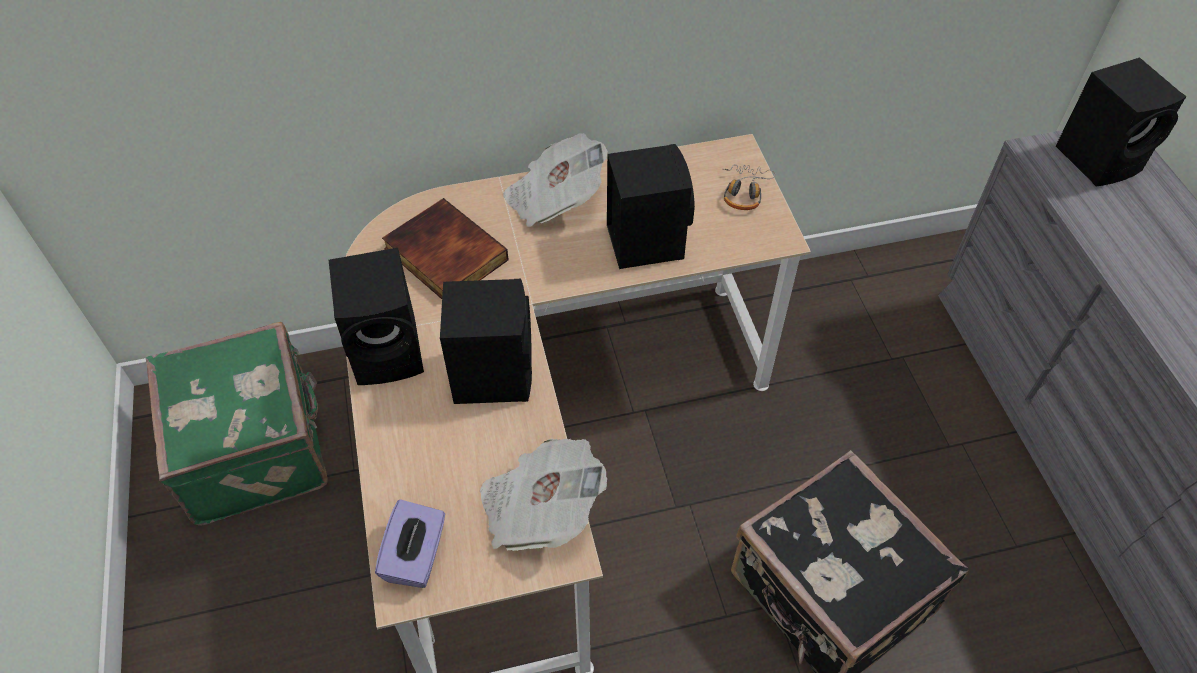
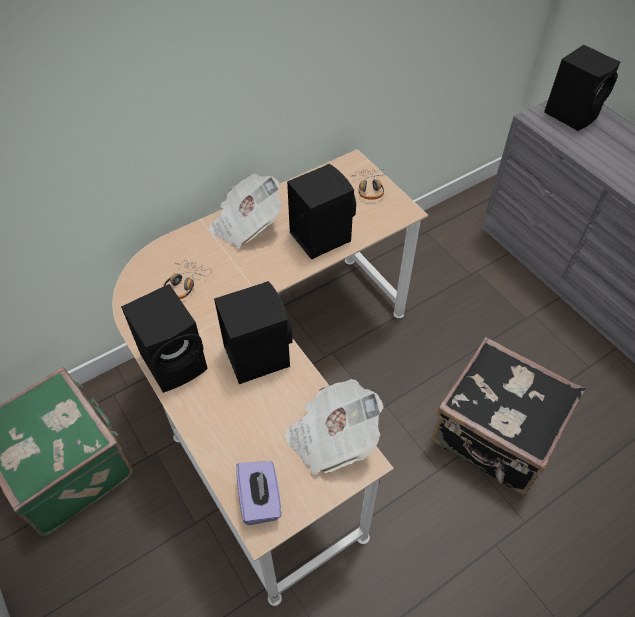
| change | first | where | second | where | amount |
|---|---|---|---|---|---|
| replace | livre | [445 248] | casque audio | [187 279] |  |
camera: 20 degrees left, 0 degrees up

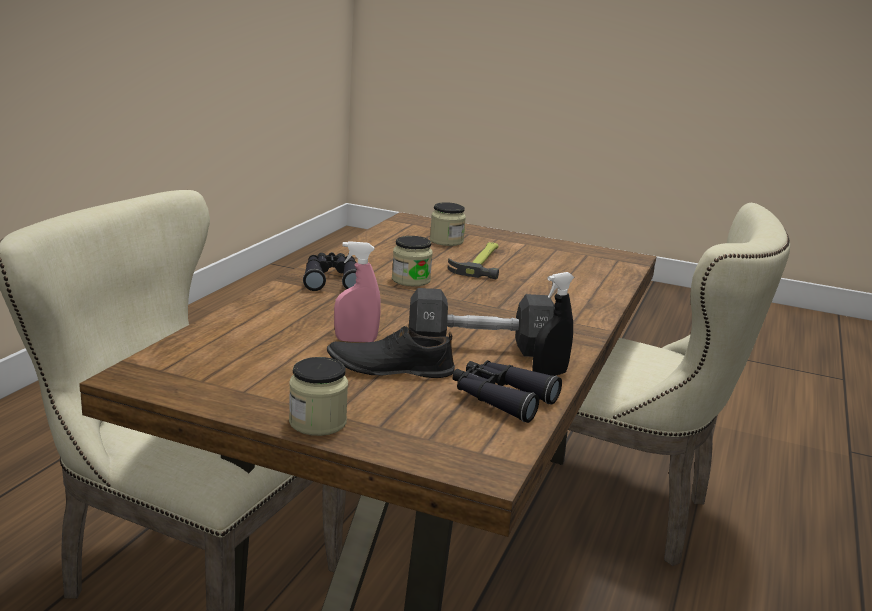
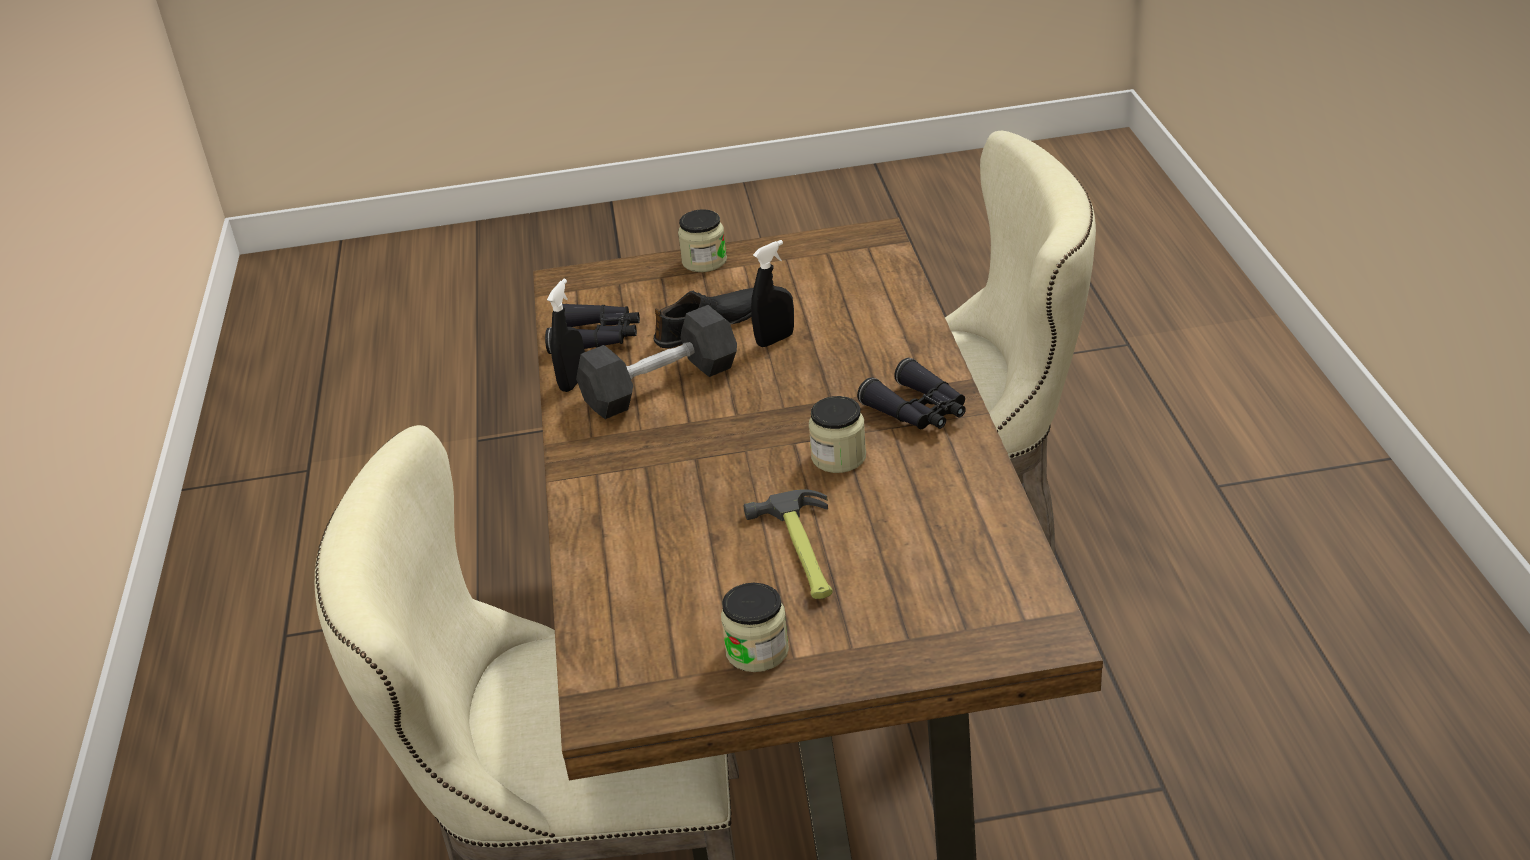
| change | first | where | second | where | amount |
|---|---|---|---|---|---|
| move | bocal | [448 224] |  | [755 627] |  |
| recolor | vaporisateur/rose | [357 291] | vaporisateur/noir | [772 293] |  |
camera: 155 degrees right, 15 degrees up

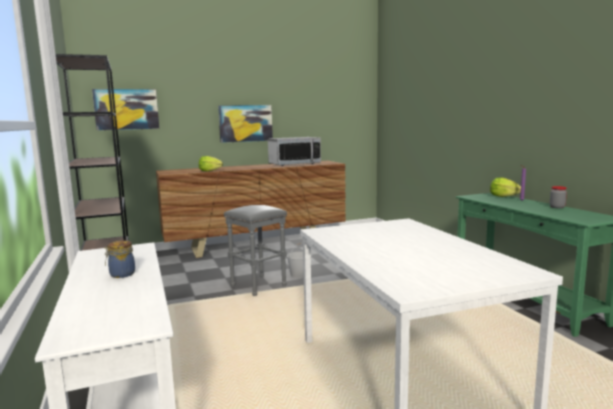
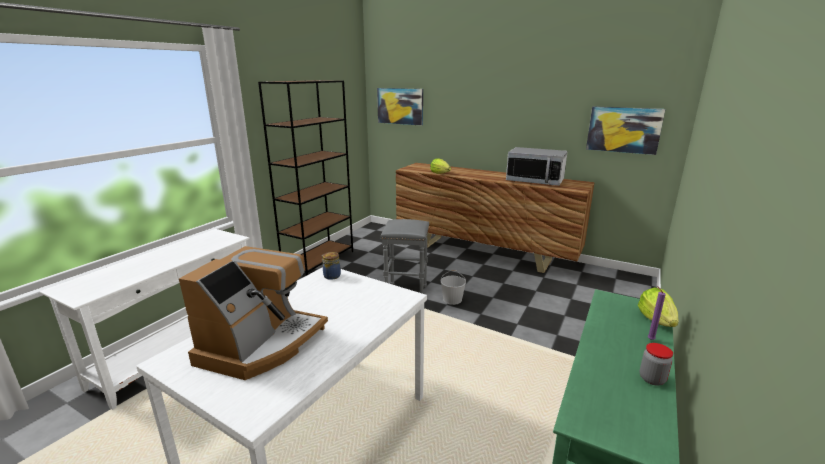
| change | first | where | second | where | amount |
|---|---|---|---|---|---|
| insert |  |  | machine à café | [253 313] |  |
| move | bocal | [119 259] |  | [331 266] |  |
| move | tableau | [245 124] |  | [626 130] |  |
camera: 50 degrees right, 10 degrees up

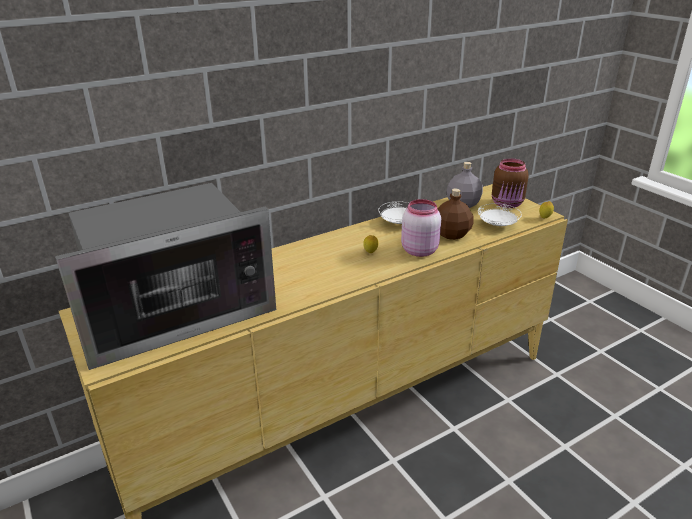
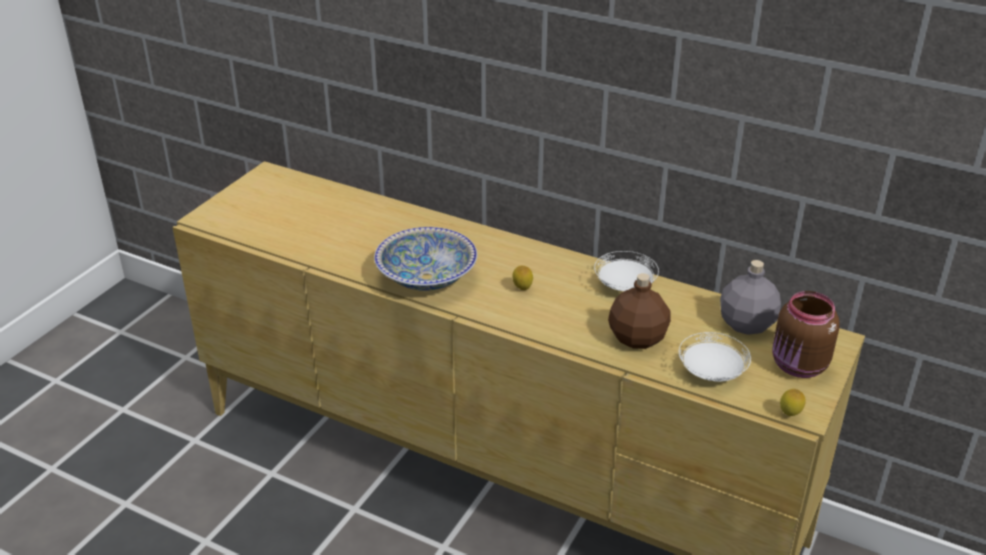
| change | first | where | second | where | amount |
|---|---|---|---|---|---|
| delete | micro-ondes | [165 276] |  |  |  |
| delete | bocal/rose | [421 228] |  |  |  |
| insert |  |  | bol | [425 259] |  |
camera: 60 degrees right, 5 degrees up

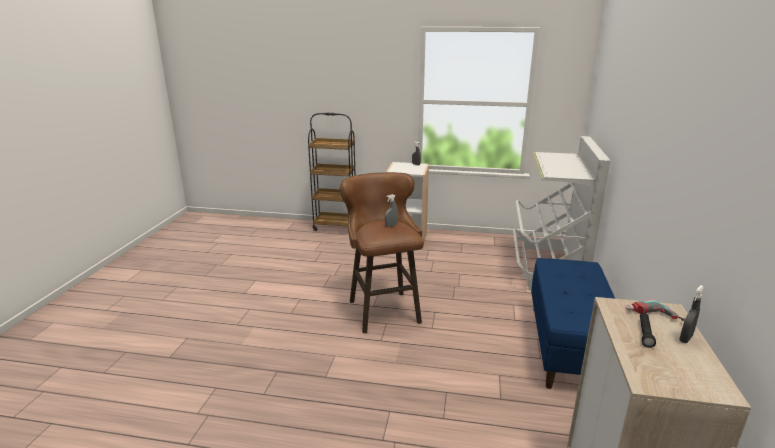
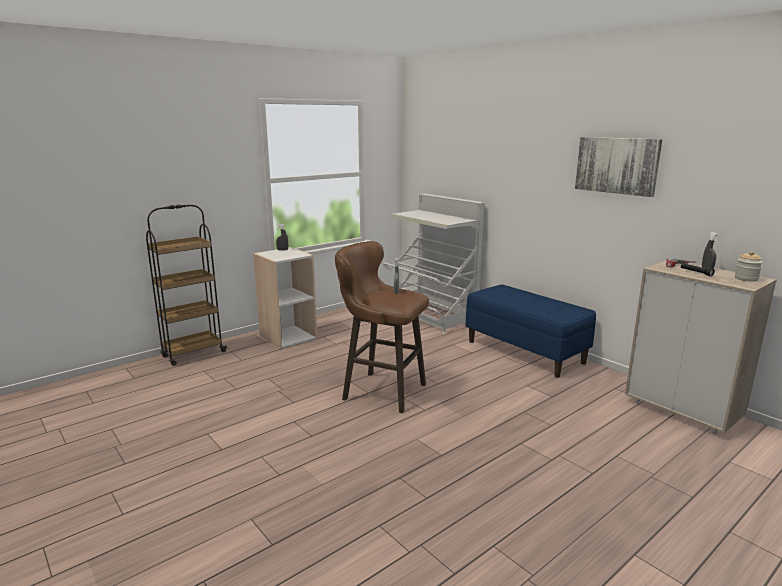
| change | first | where | second | where | amount |
|---|---|---|---|---|---|
| insert |  |  | tableau | [618 167] |  |
| insert |  |  | bocal | [749 266] |  |
camera: 50 degrees left, 5 degrees down

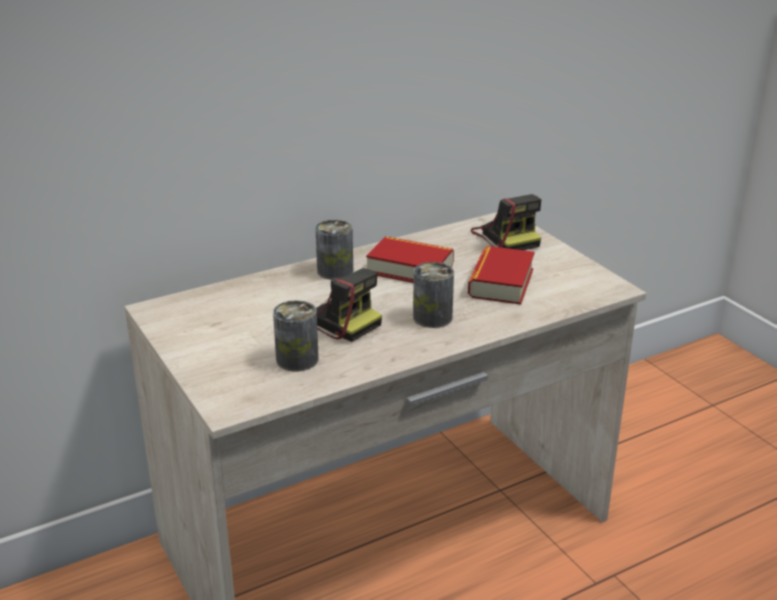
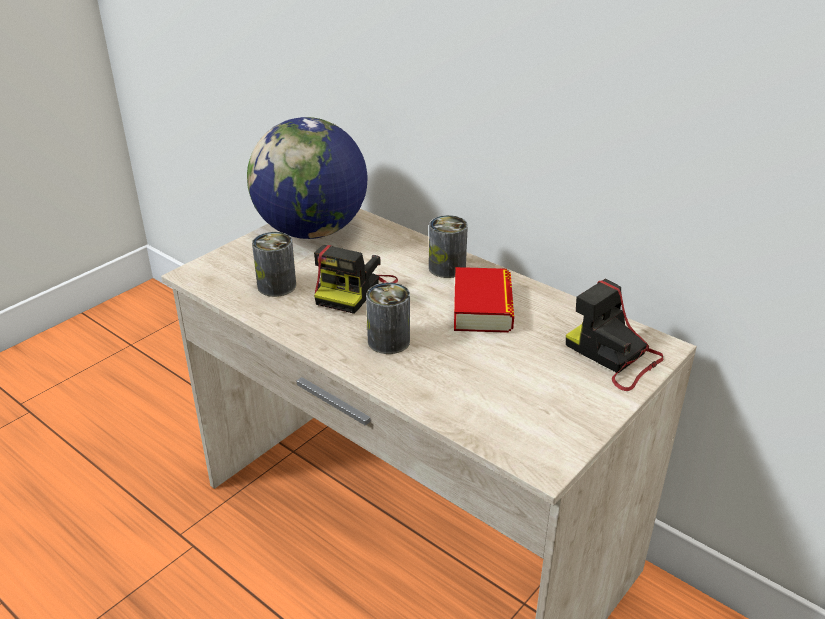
| change | first | where | second | where | amount |
|---|---|---|---|---|---|
| delete | livre | [501 275] |  |  |  |
| insert |  |  | globe | [307 178] |  |
| rotate | appareil photo | [506 222] |  | [615 334] | 90 degrees clockwise |
camera: 70 degrees right, 5 degrees up

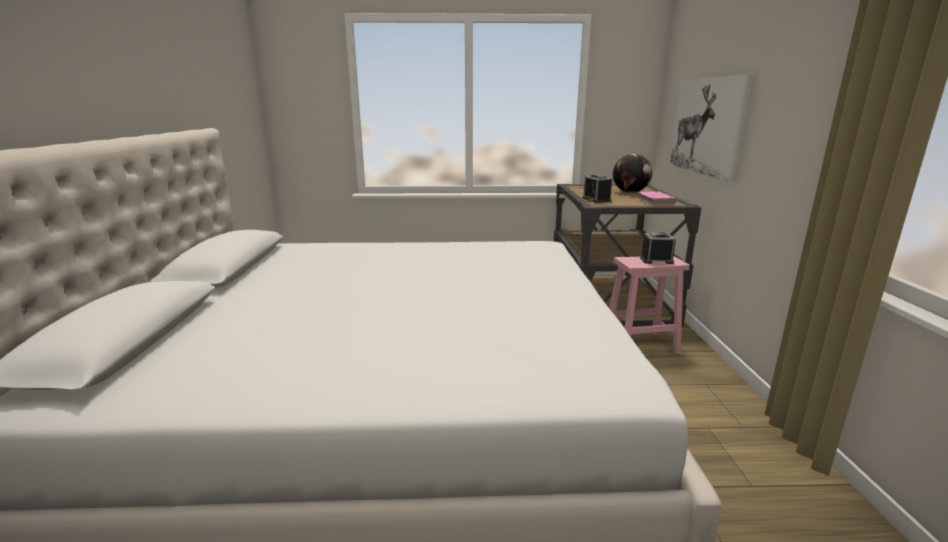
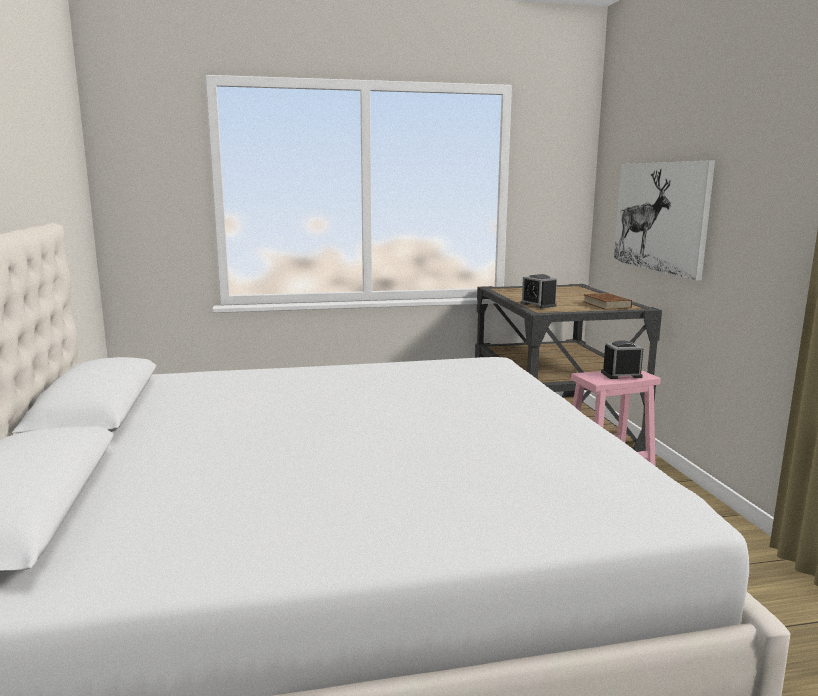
| change | first | where | second | where | amount |
|---|---|---|---|---|---|
| delete | globe | [632 173] |  |  |  |
| recolor | livre/rose | [656 198] | livre/marron | [607 301] |  |
camera: 10 degrees left, 5 degrees down

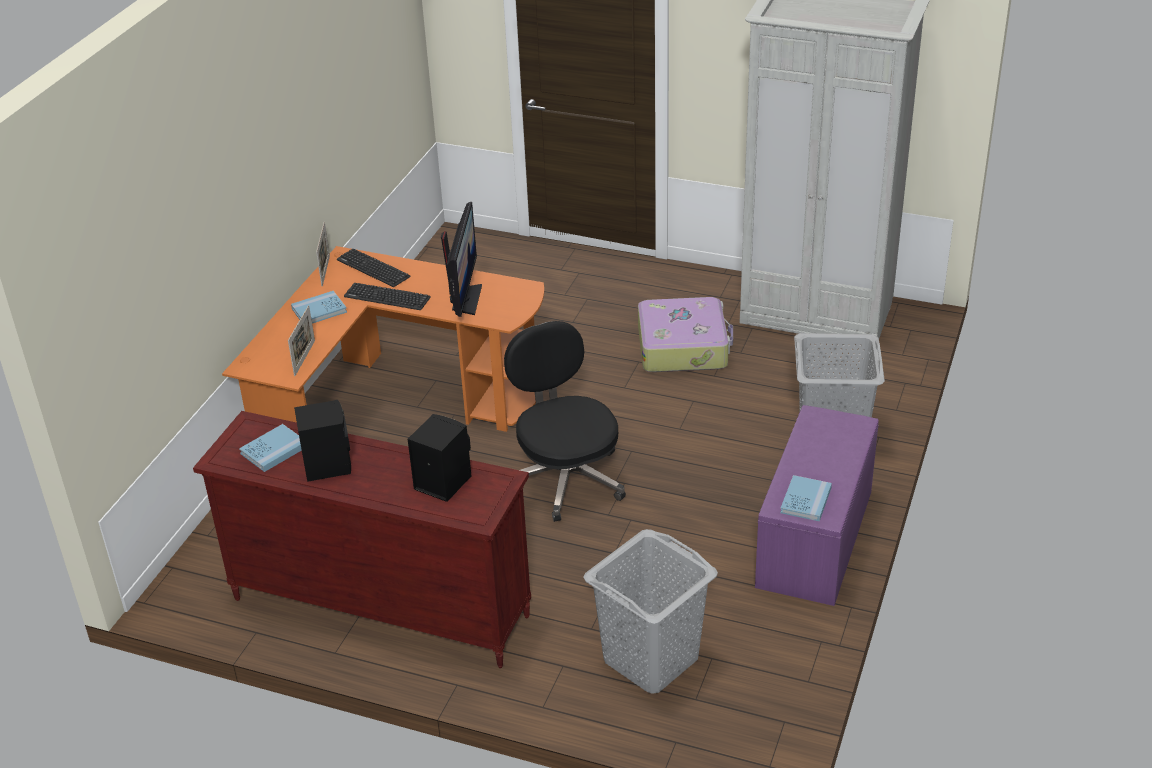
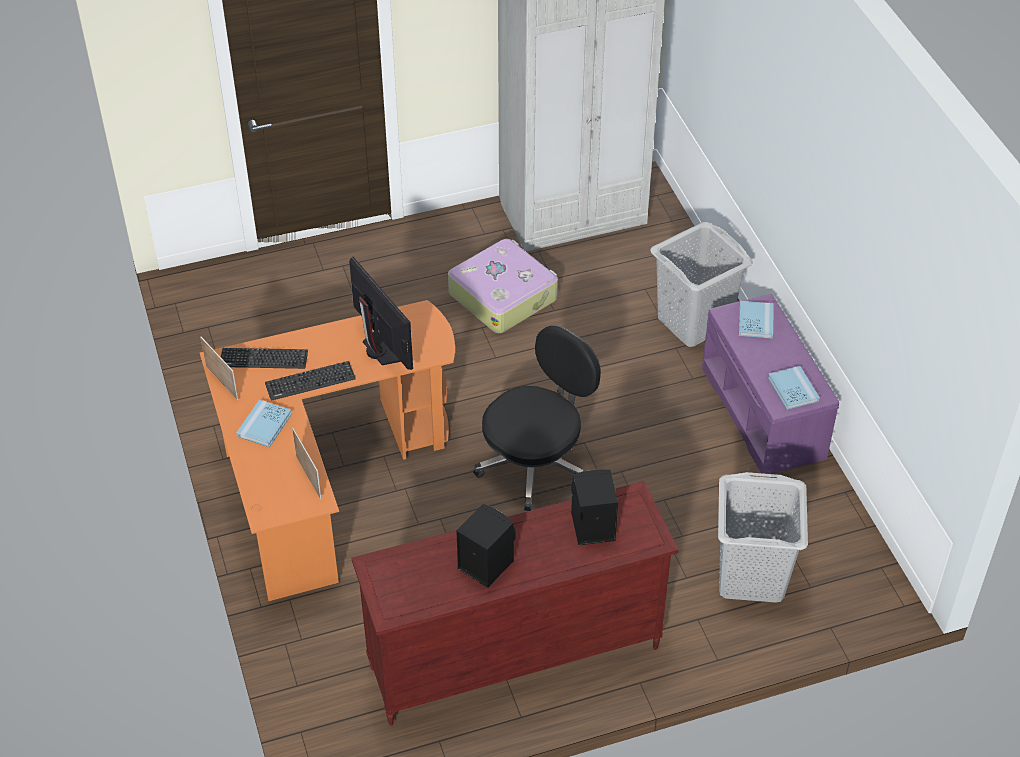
| change | first | where | second | where | amount |
|---|---|---|---|---|---|
| move | livre/bleu | [270 448] |  | [756 319] |  |
| rotate | chaise de bureau/noir | [565 421] |  | [537 418] | 105 degrees clockwise |
camera: 40 degrees left, 10 degrees up

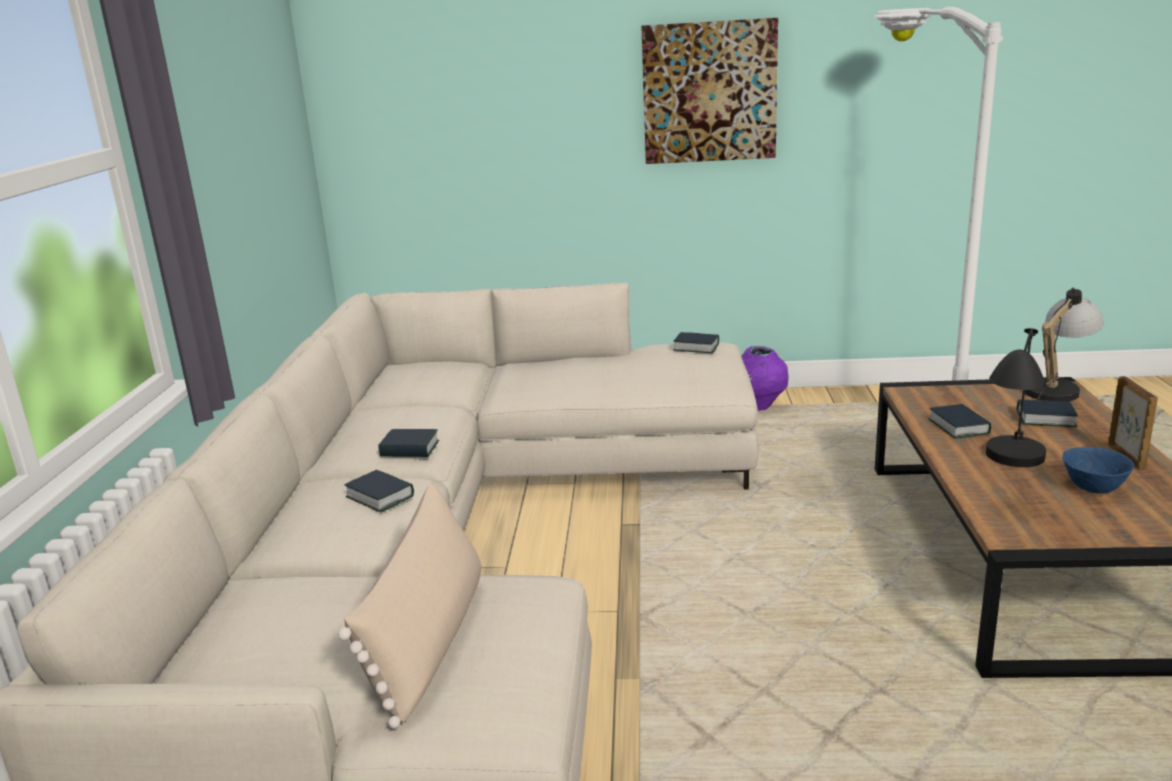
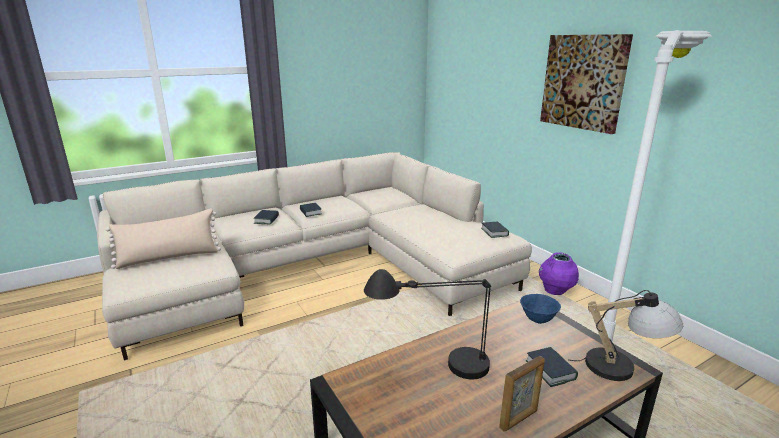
| change | first | where | second | where | amount |
|---|---|---|---|---|---|
| delete | livre | [960 421] |  |  |  |
| move | bol/bleu | [1098 470] |  | [540 309] |  |
camera: 55 degrees right, 0 degrees up

